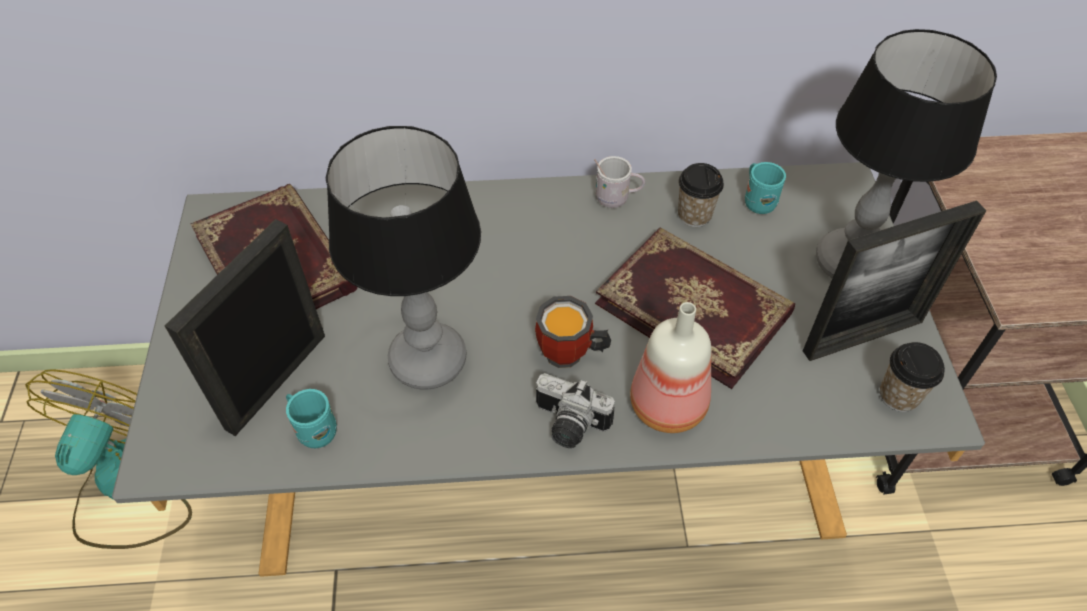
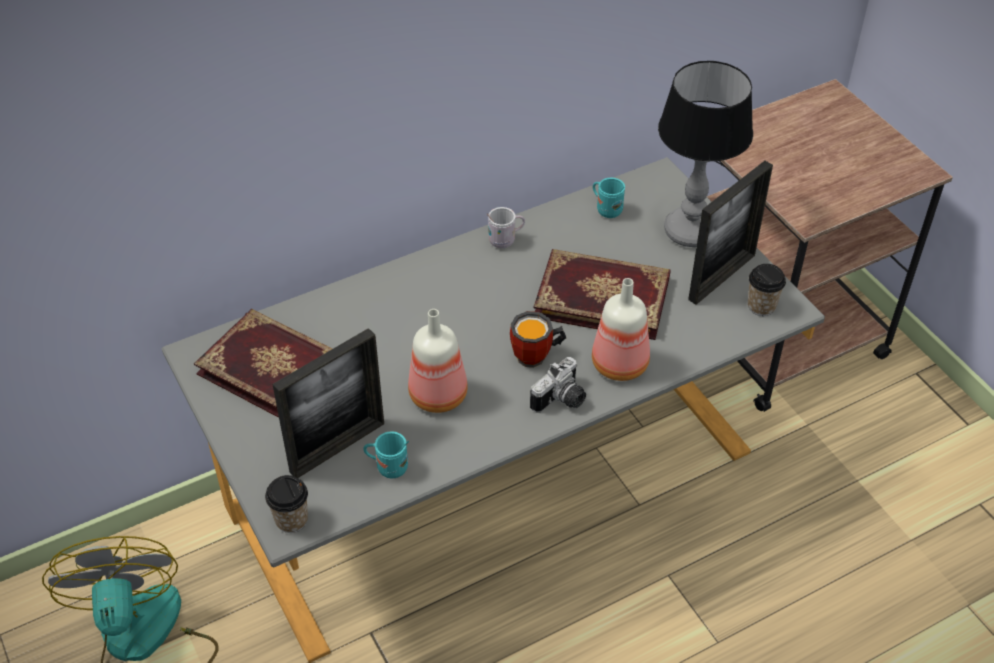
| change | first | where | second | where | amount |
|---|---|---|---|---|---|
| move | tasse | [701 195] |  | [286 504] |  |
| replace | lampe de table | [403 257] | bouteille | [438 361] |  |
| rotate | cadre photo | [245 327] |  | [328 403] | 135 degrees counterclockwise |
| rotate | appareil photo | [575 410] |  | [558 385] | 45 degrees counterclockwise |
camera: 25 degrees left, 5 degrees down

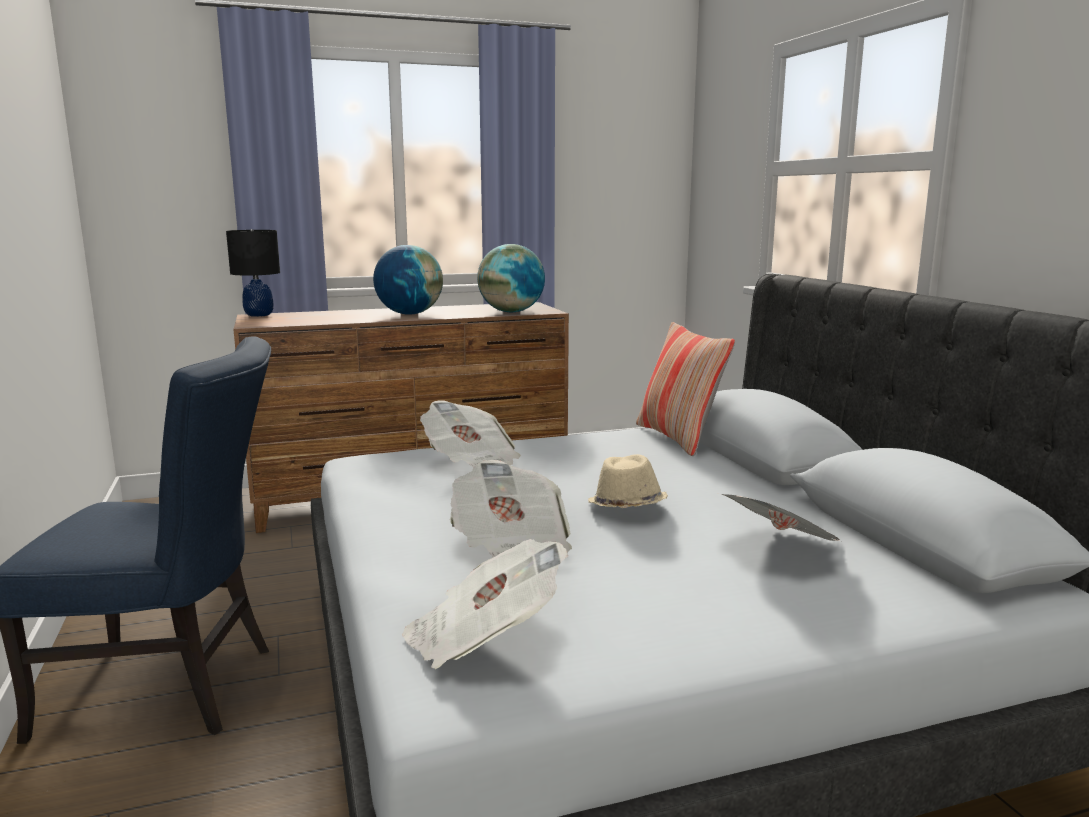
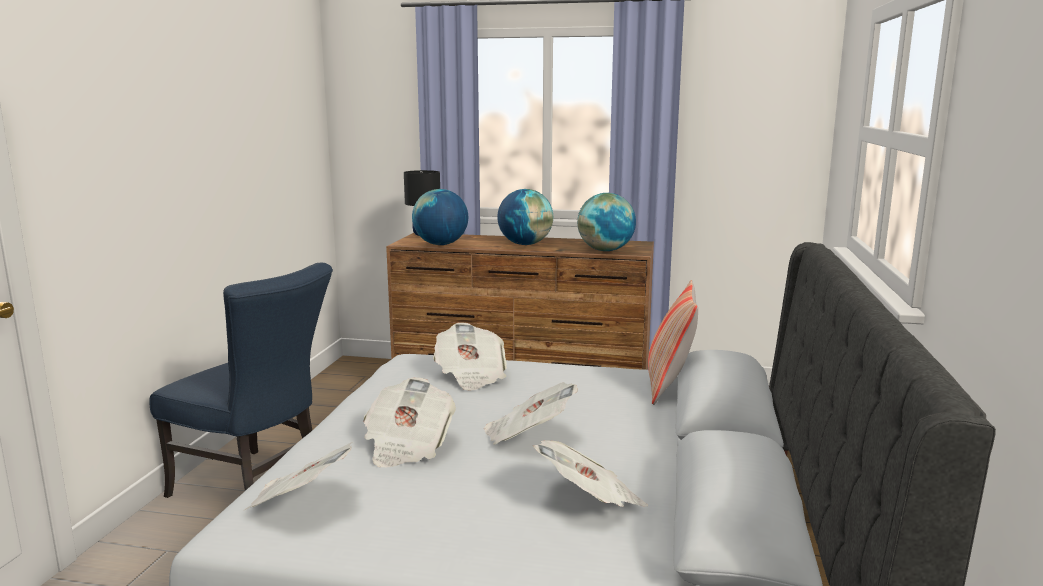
| change | first | where | second | where | amount |
|---|---|---|---|---|---|
| insert |  |  | globe | [440 217] |  |
| replace | chapeau/beige | [628 481] | journal | [531 413] |  |
camera: 30 degrees right, 0 degrees up

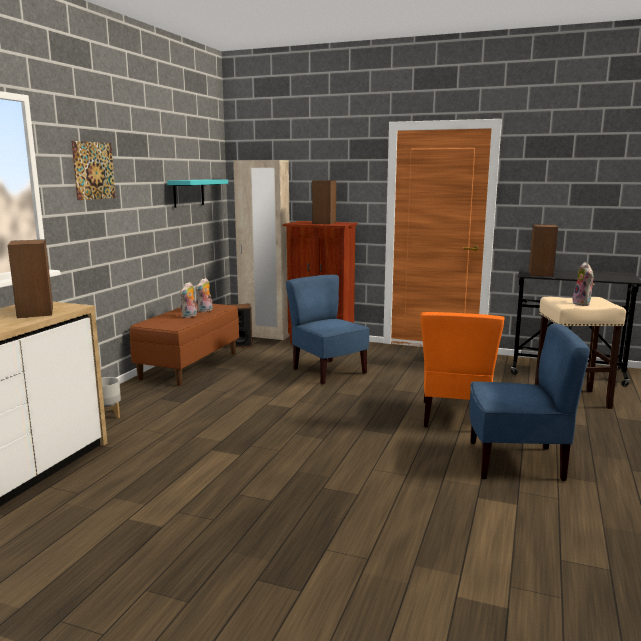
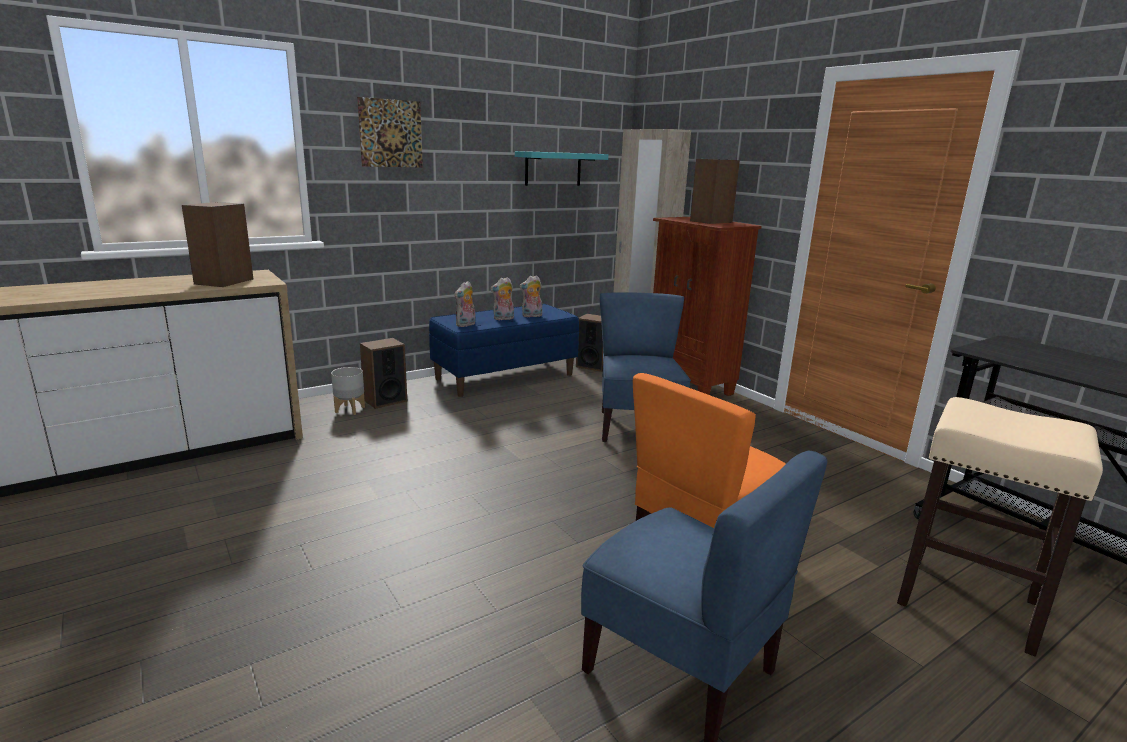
| change | first | where | second | where | amount |
|---|---|---|---|---|---|
| move | enceinte | [543 250] |  | [383 373] |  |
| move | peluche | [583 284] |  | [465 304] |  |
| recolor | banc/marron | [184 344] | banc/bleu | [504 350] |  |
camera: 35 degrees right, 5 degrees up

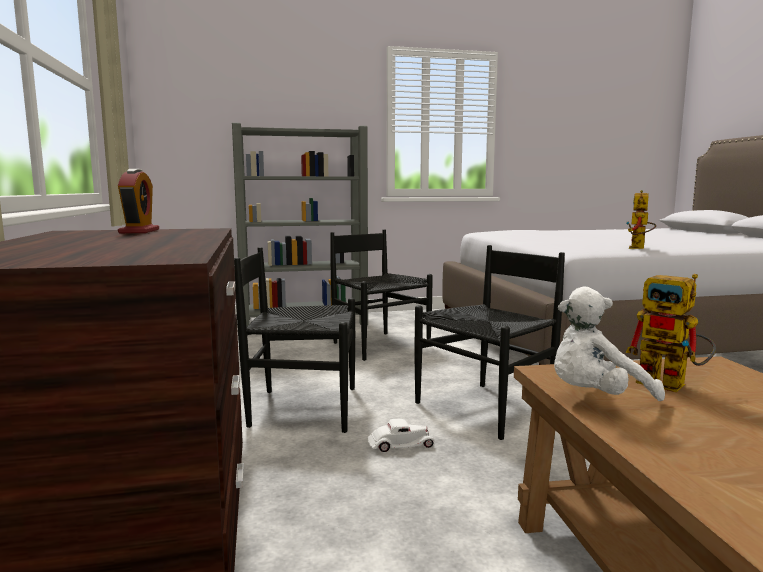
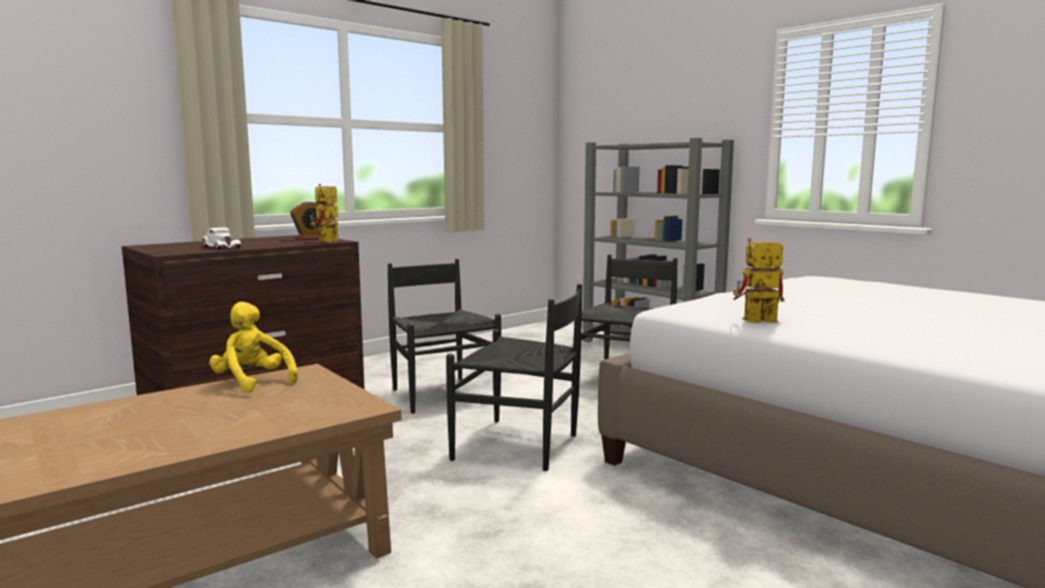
| change | first | where | second | where | amount |
|---|---|---|---|---|---|
| move | petite voiture/blanc | [401 435] |  | [221 238] |  |
| move | robot jouet | [671 333] |  | [324 213] |  |
| recolor | peluche/blanc | [609 344] | peluche/jaune | [253 347] |  |
camera: 60 degrees right, 0 degrees up

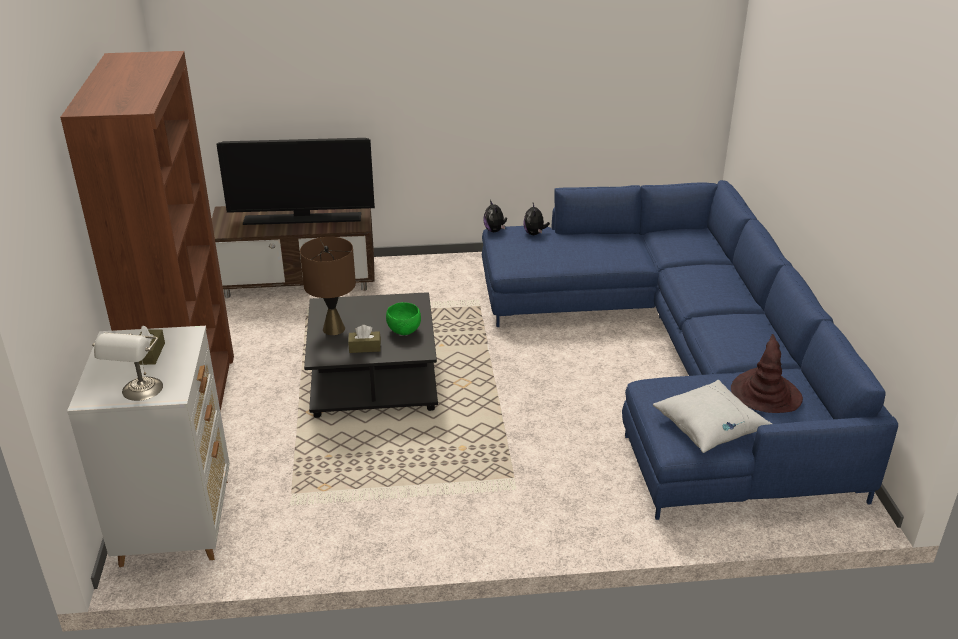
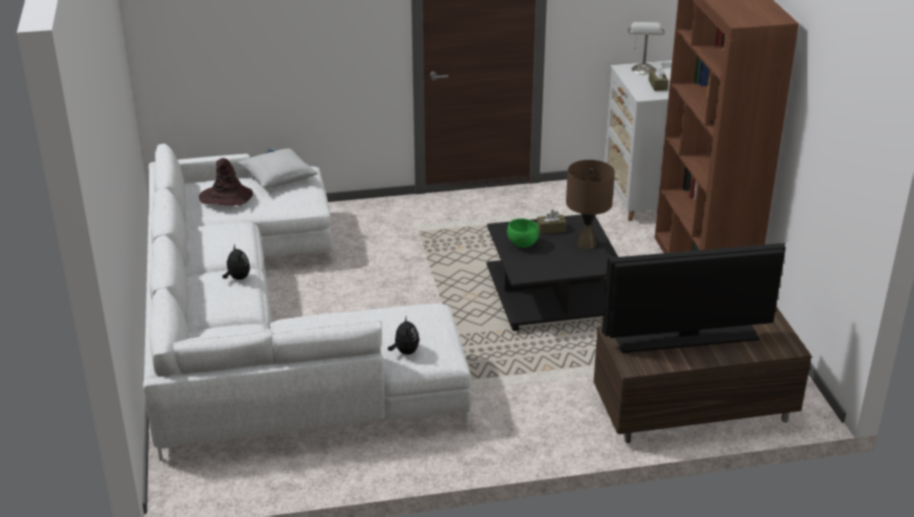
| change | first | where | second | where | amount |
|---|---|---|---|---|---|
| move | peluche | [495 216] |  | [236 262] |  |
| recolor | canapé/bleu | [690 350] | canapé/blanc | [307 302] |  |
camera: 175 degrees right, 0 degrees up

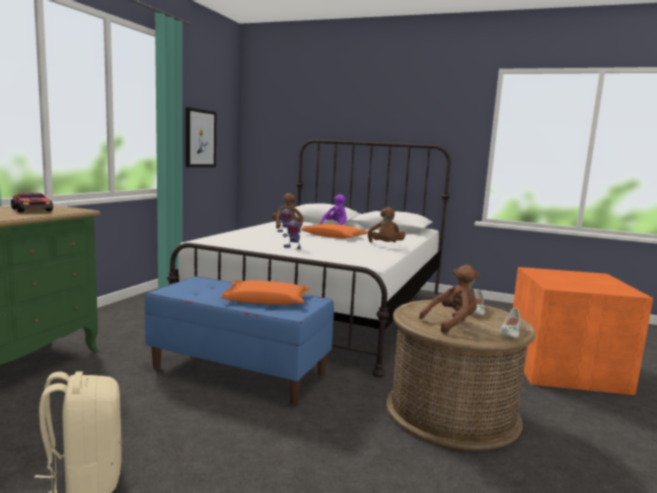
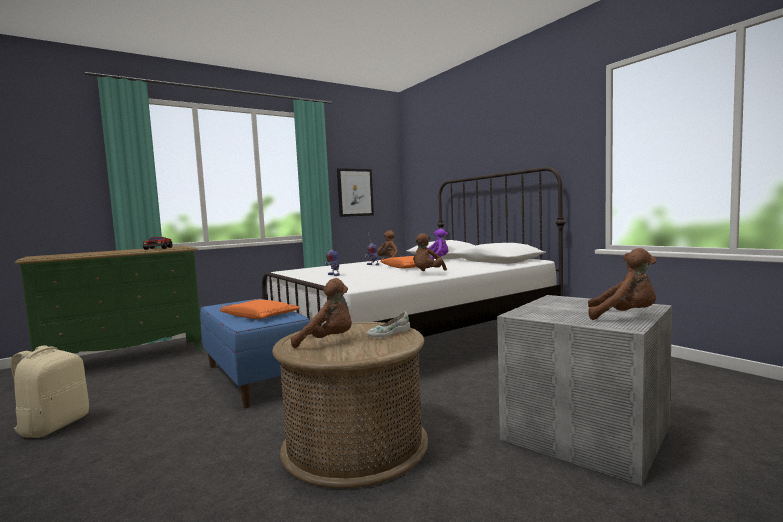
| change | first | where | second | where | amount |
|---|---|---|---|---|---|
| delete | chaussure/blanc | [510 323] |  |  |  |
| insert |  |  | peluche/marron | [622 284] |  |
| recolor | boîte de rangement/orange | [583 331] | boîte de rangement/gris | [584 390] |  |
camera: 35 degrees right, 5 degrees down

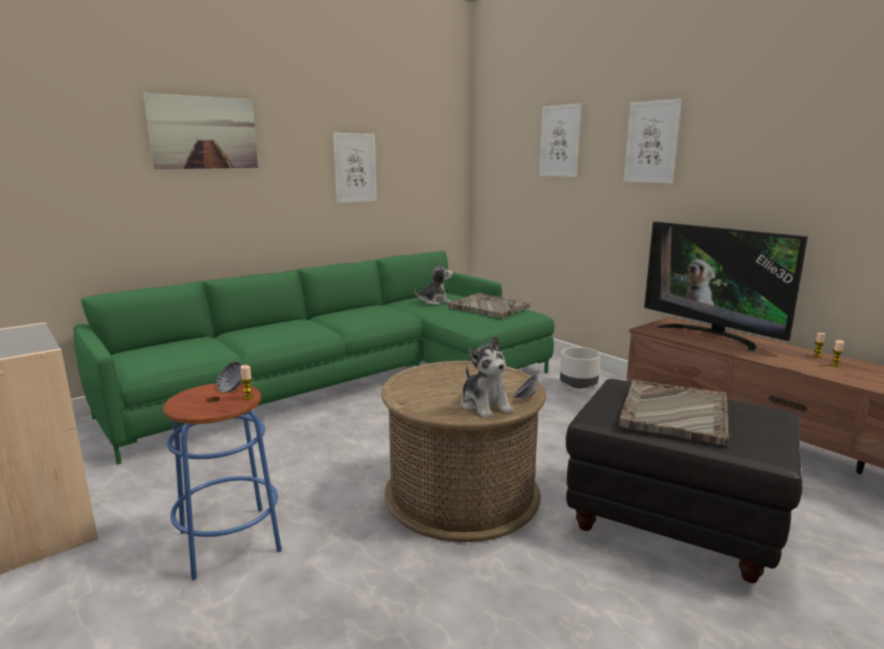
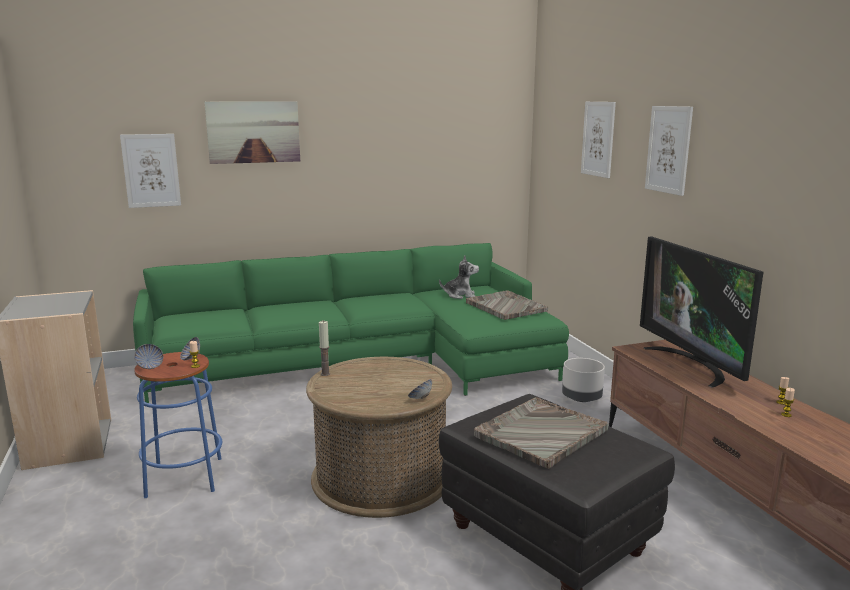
| change | first | where | second | where | amount |
|---|---|---|---|---|---|
| delete | peluche | [487 377] |  |  |  |
| insert |  |  | bol | [148 356] |  |
| insert |  |  | bougie | [324 348] |  |
| move | tableau | [355 168] |  | [150 171] |  |
camera: 20 degrees right, 0 degrees up

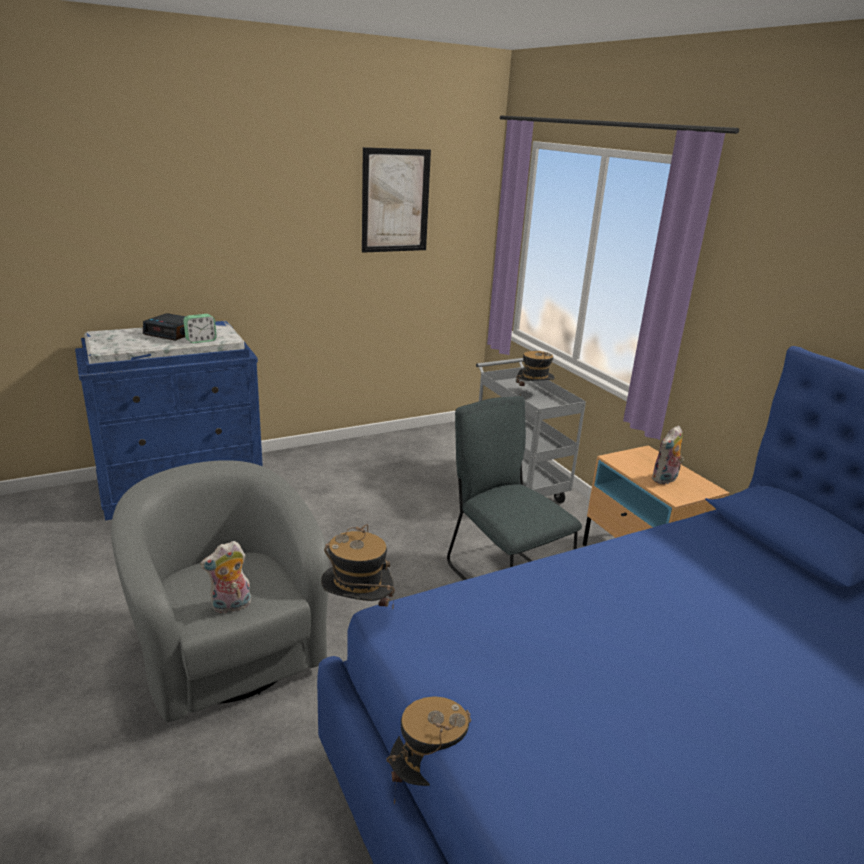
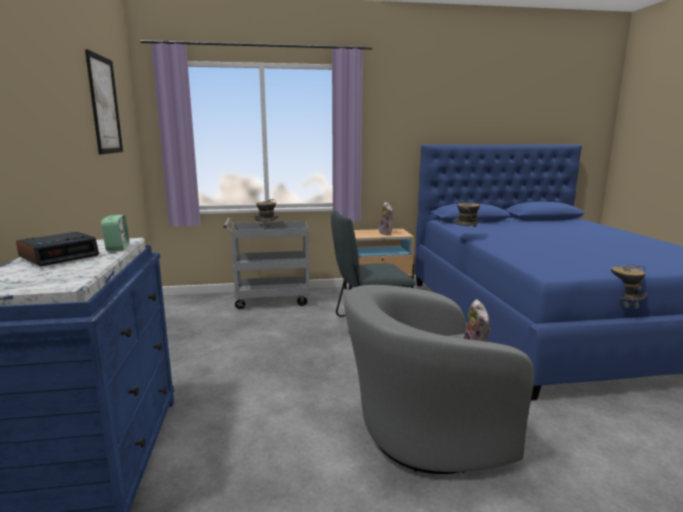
| change | first | where | second | where | amount |
|---|---|---|---|---|---|
| move | chapeau | [358 565] |  | [467 217] |  |
camera: 70 degrees left, 10 degrees down

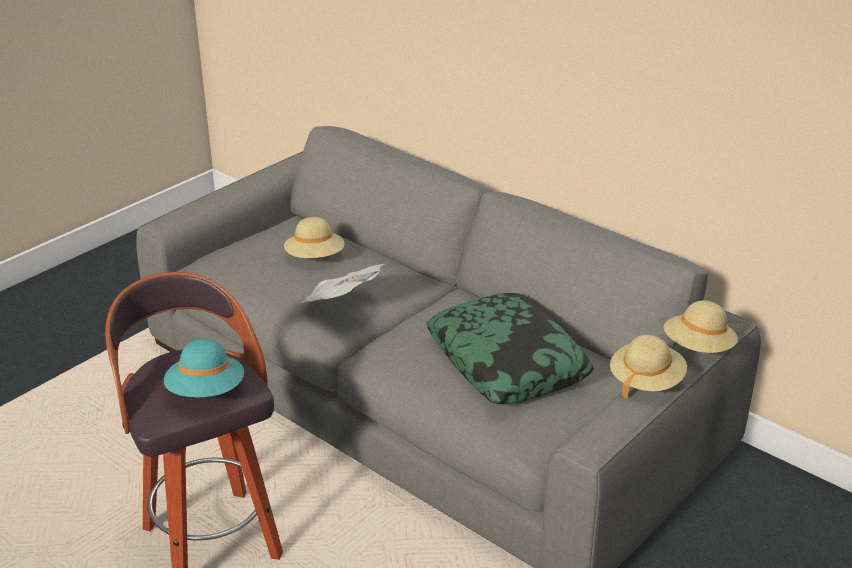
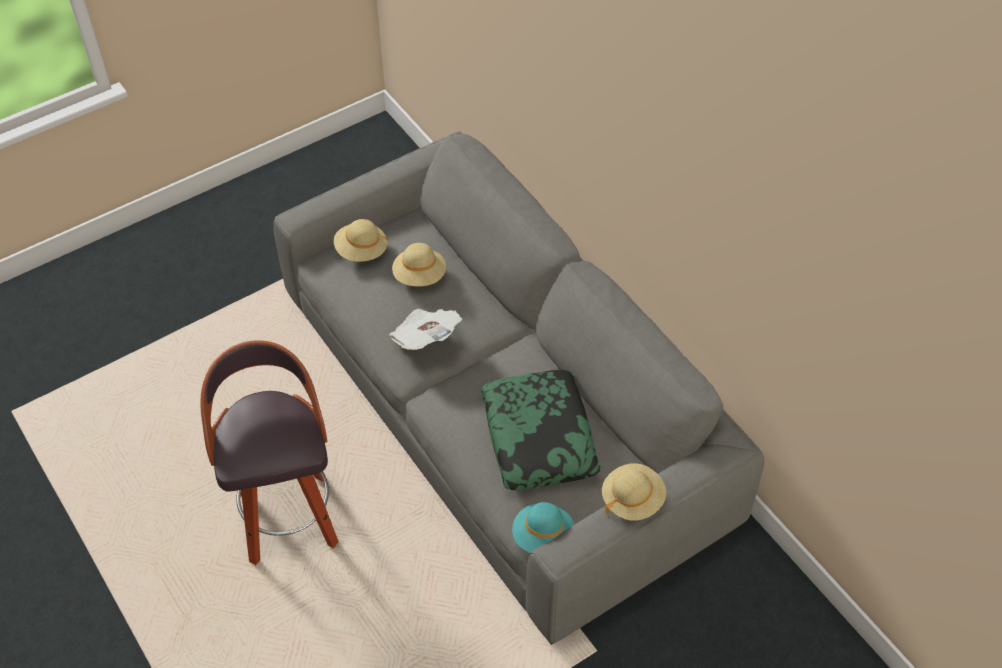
| change | first | where | second | where | amount |
|---|---|---|---|---|---|
| move | chapeau/turquoise | [204 368] |  | [543 527] |  |
| move | chapeau/beige | [701 326] |  | [361 240] |  |
camera: 15 degrees right, 20 degrees up

